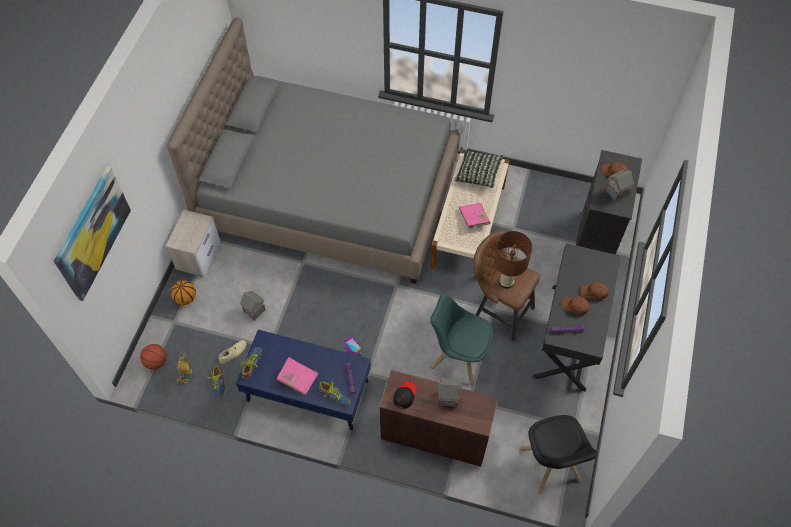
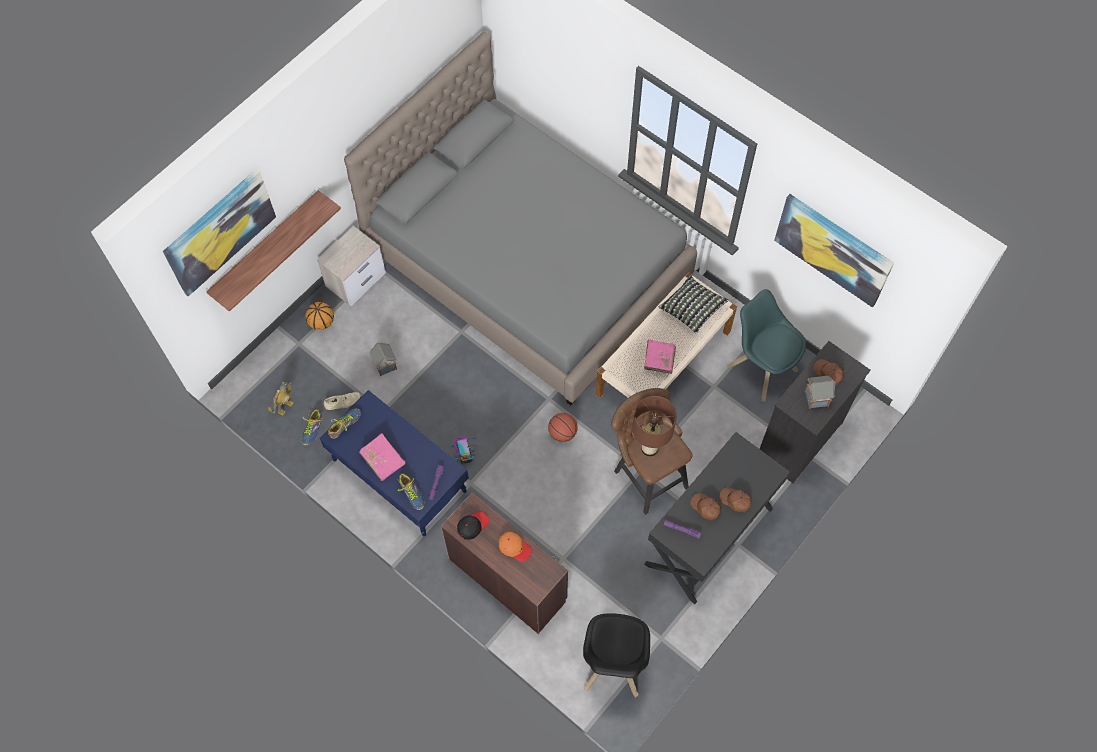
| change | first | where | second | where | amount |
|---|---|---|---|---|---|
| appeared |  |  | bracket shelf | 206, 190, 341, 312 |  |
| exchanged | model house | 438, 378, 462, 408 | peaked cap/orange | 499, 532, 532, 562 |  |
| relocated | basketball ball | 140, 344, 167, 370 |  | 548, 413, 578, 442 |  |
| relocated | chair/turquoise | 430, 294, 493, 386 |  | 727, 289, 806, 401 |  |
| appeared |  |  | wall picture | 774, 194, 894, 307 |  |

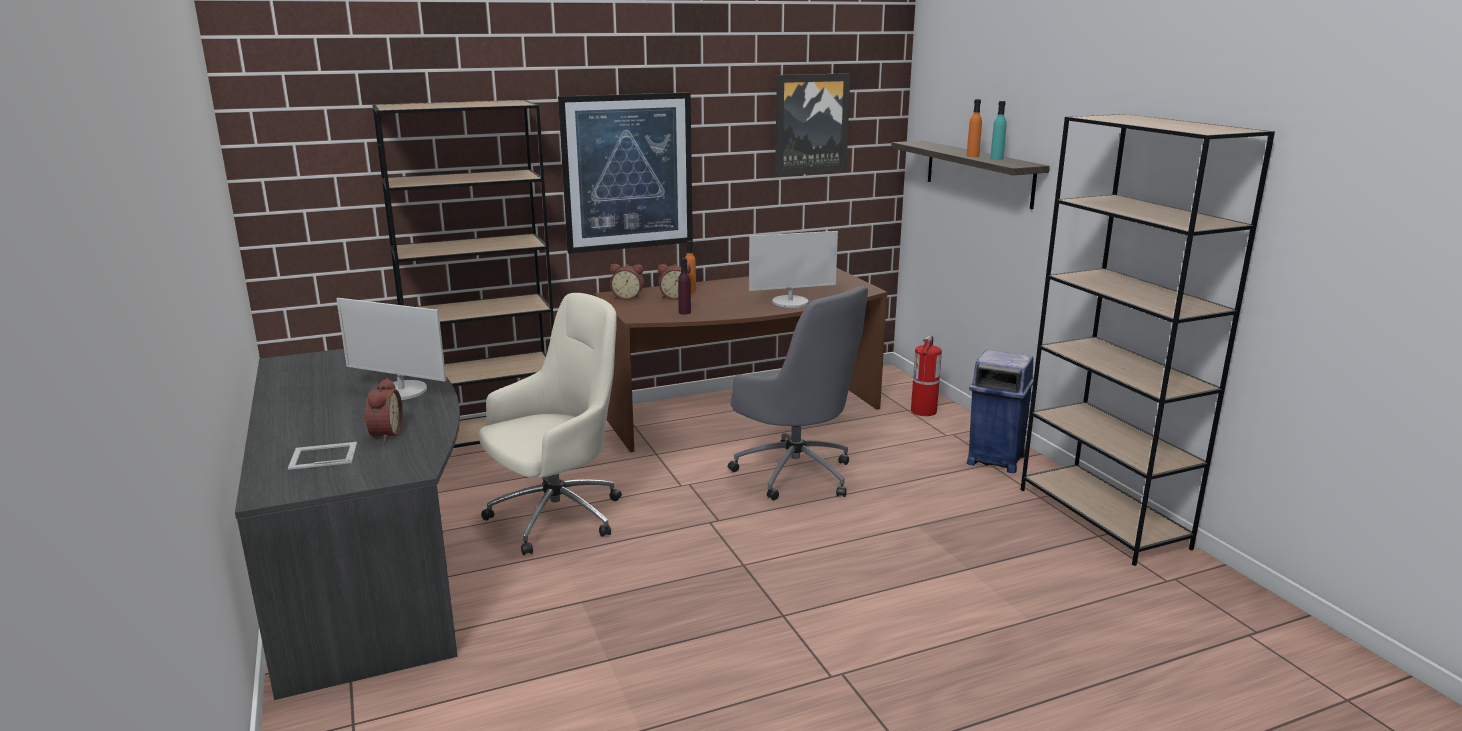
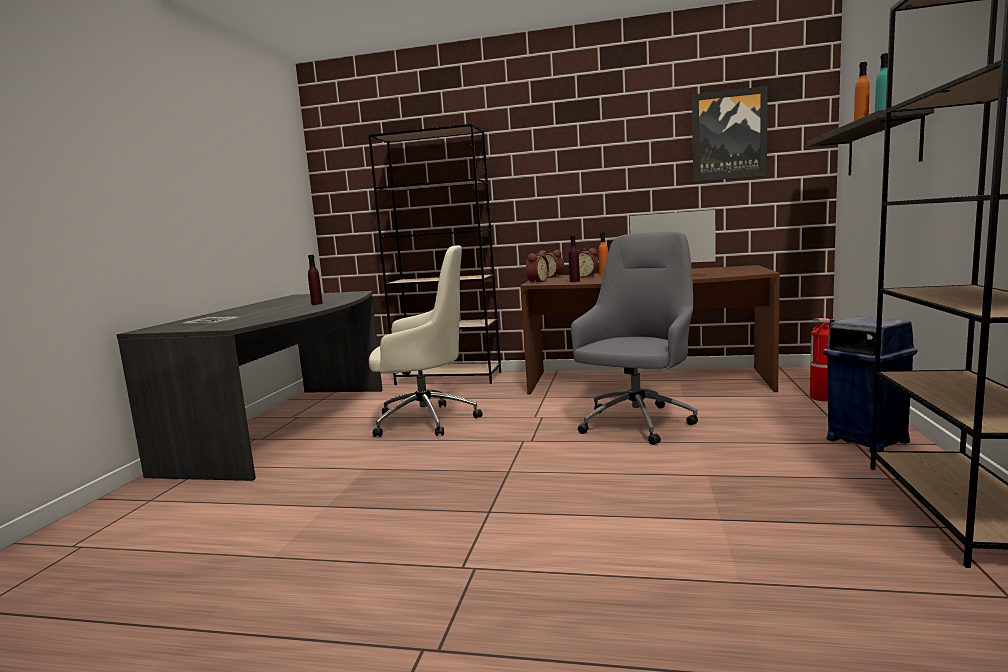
| change | first | where | second | where | amount |
|---|---|---|---|---|---|
| exchanged | computer screen | 336, 298, 446, 400 | bottle/purplish | 308, 255, 323, 305 |  |
| relocated | bedside clock | 363, 378, 403, 442 |  | 526, 252, 549, 283 |  |
| spun | desk chair/greyish | 728, 286, 868, 500 |  | 571, 232, 698, 445 | 135 degrees counterclockwise |
| missing | wall picture | 558, 92, 693, 254 |  |  |  |

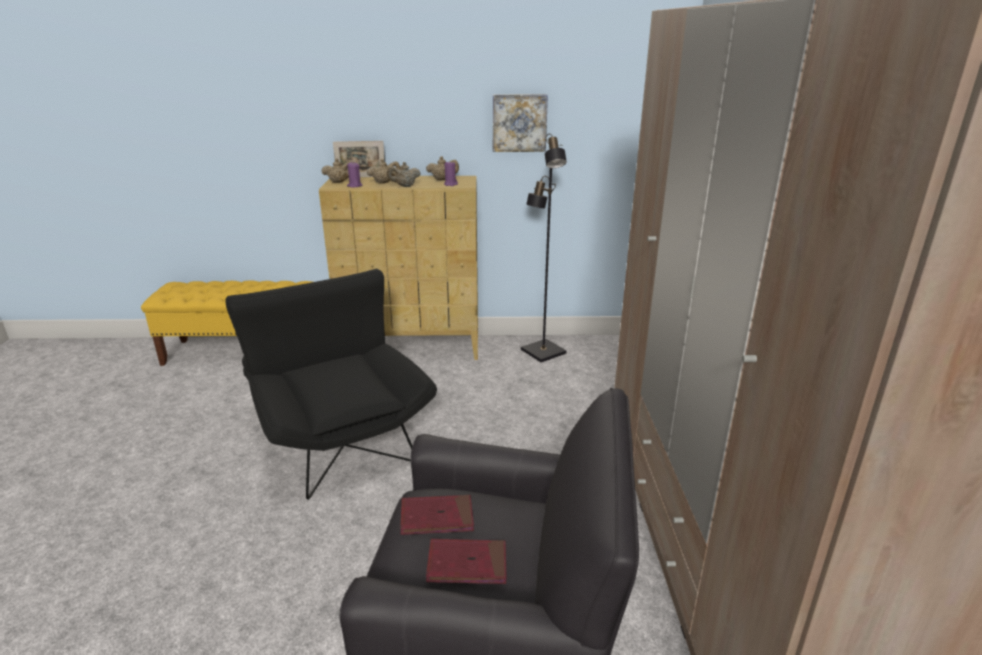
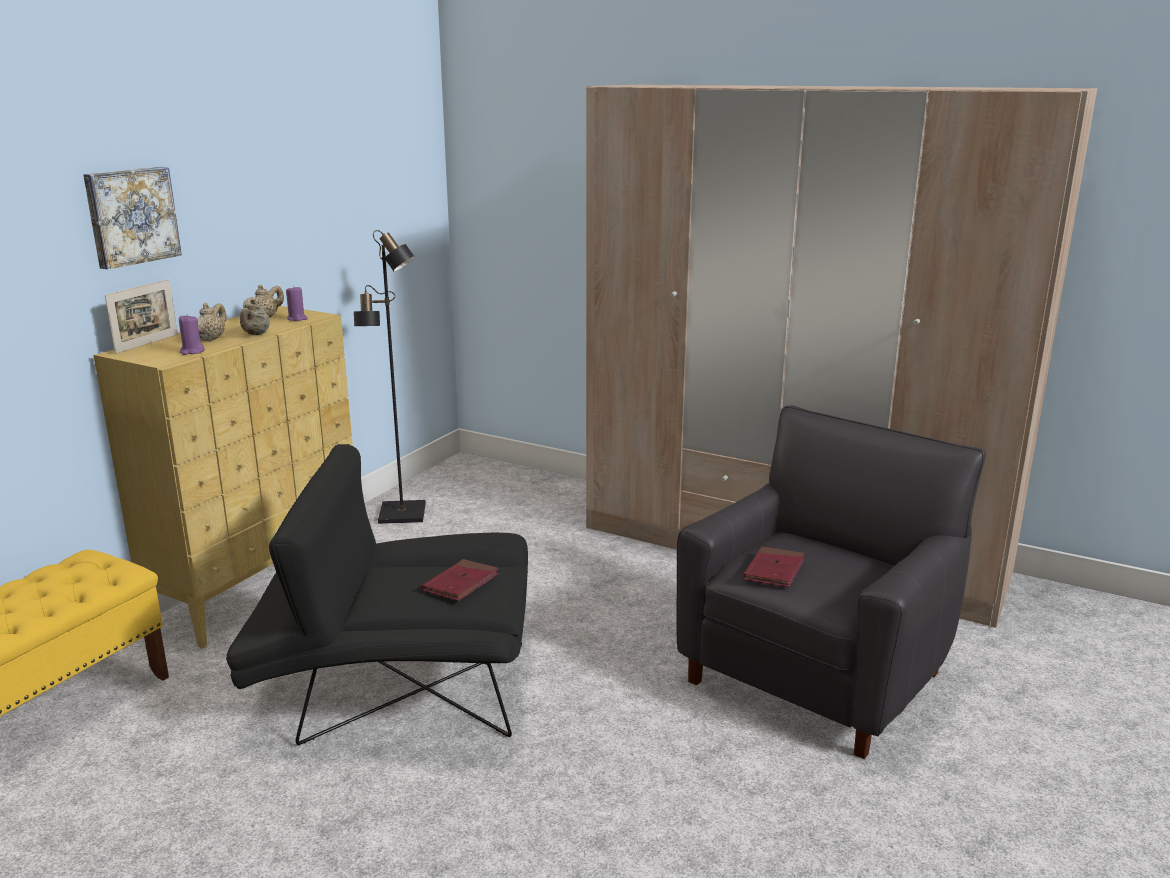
| change | first | where | second | where | amount |
|---|---|---|---|---|---|
| relocated | wall picture | 493, 94, 548, 152 |  | 83, 167, 182, 269 |  |
| relocated | bound book/red | 426, 539, 507, 584 |  | 422, 559, 499, 601 |  |
| missing | teapot/beige-coloured | 321, 158, 351, 183 |  |  |  |

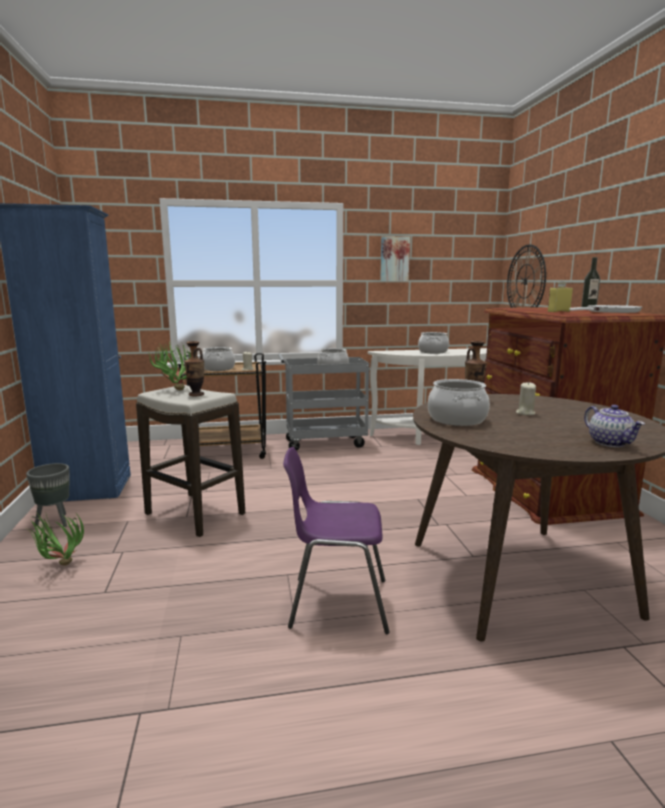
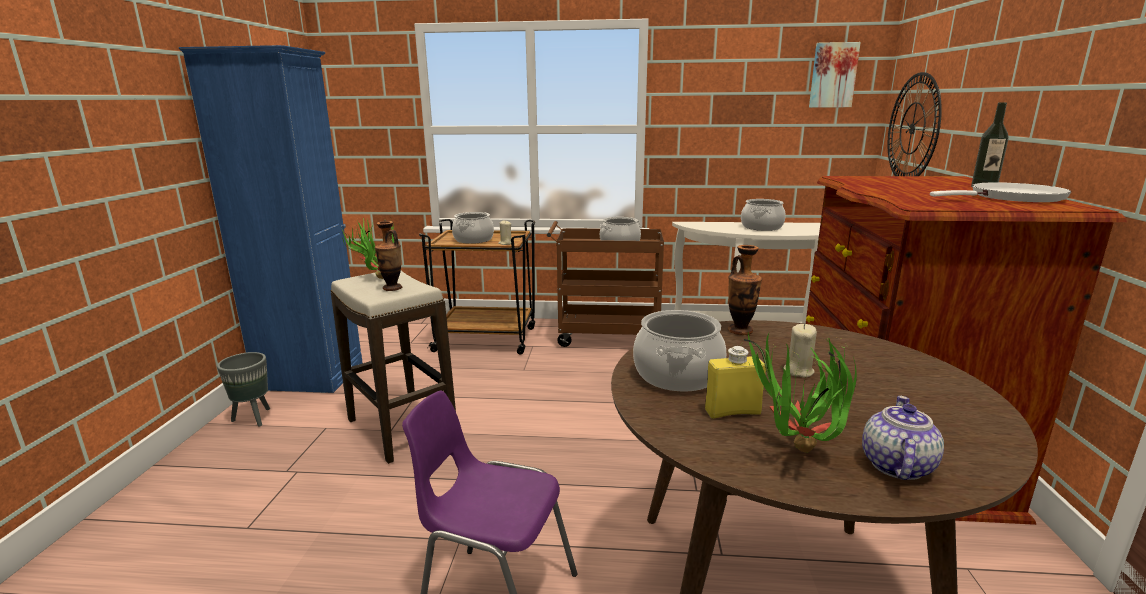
| change | first | where | second | where | amount |
|---|---|---|---|---|---|
| colour | cart/greyish | 278, 353, 369, 451 | cart/brown-coloured | 547, 221, 664, 347 |  |
| relocated | bottle/yellowish | 548, 281, 573, 312 |  | 705, 346, 766, 418 |  |
| relocated | houseplant | 25, 512, 84, 565 |  | 741, 333, 857, 453 |  |
| relocated | wall picture | 380, 236, 410, 281 |  | 809, 42, 861, 108 |  |
| spun | teapot | 584, 405, 645, 447 |  | 862, 396, 944, 480 | 150 degrees counterclockwise |

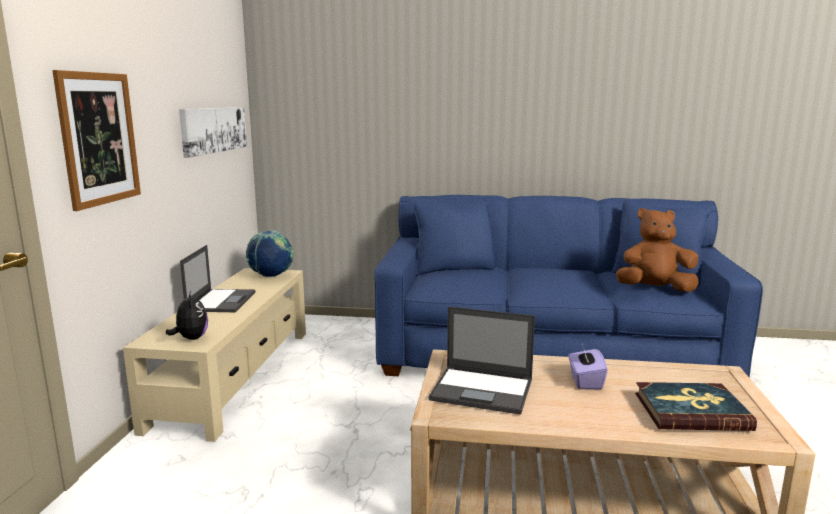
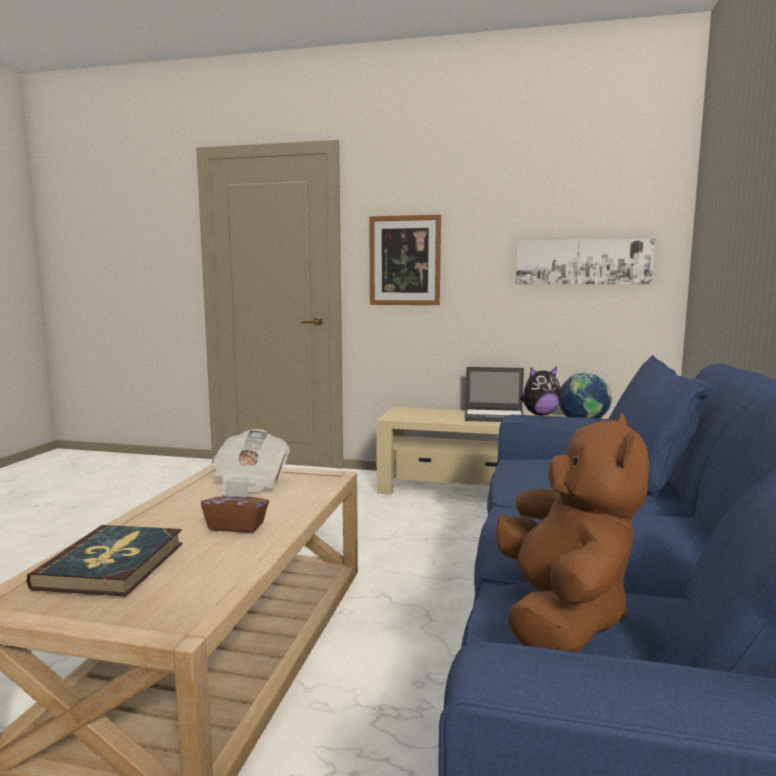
| change | first | where | second | where | amount |
|---|---|---|---|---|---|
| colour | tissue box/purplish | 568, 344, 608, 390 | tissue box/brown-coloured | 201, 480, 269, 533 |  |
| exchanged | laptop | 428, 306, 535, 415 | newspaper | 212, 429, 290, 495 |  |
| relocated | cuddly toy | 166, 291, 208, 340 |  | 520, 367, 561, 416 |  |

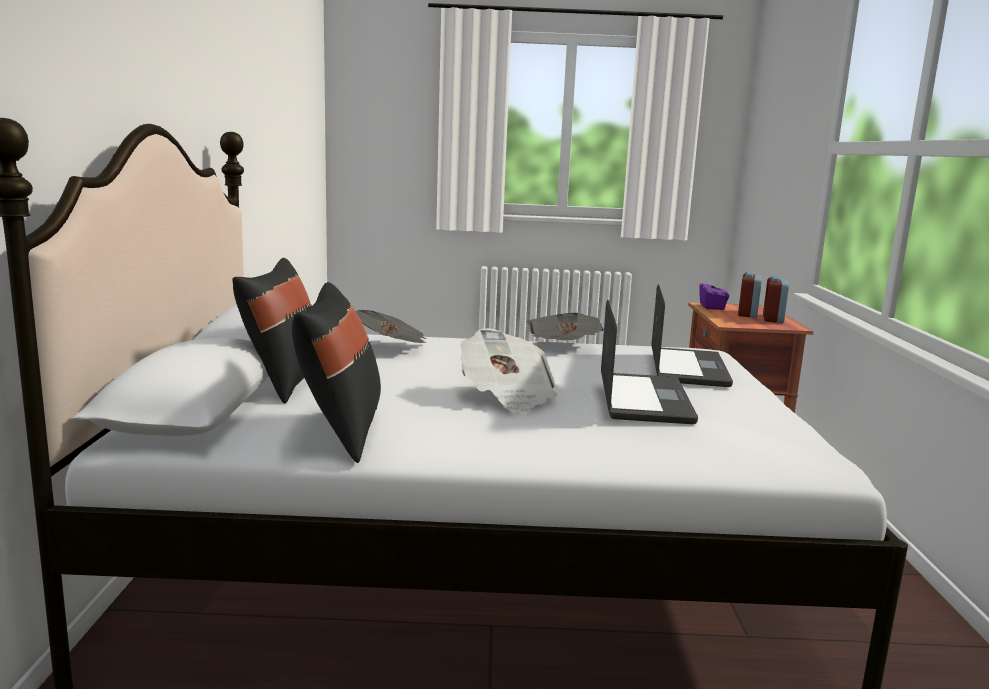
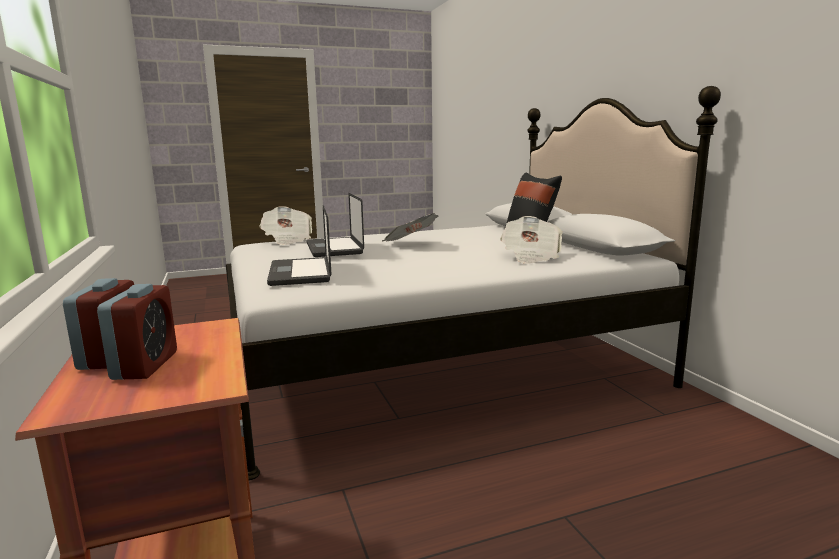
| change | first | where | second | where | amount |
|---|---|---|---|---|---|
| relocated | newspaper | 527, 313, 604, 340 |  | 259, 206, 312, 245 |  |
| missing | cushion/blackish | 292, 282, 381, 463 |  |  |  |
| missing | tissue box/purplish | 699, 278, 729, 310 |  |  |  |

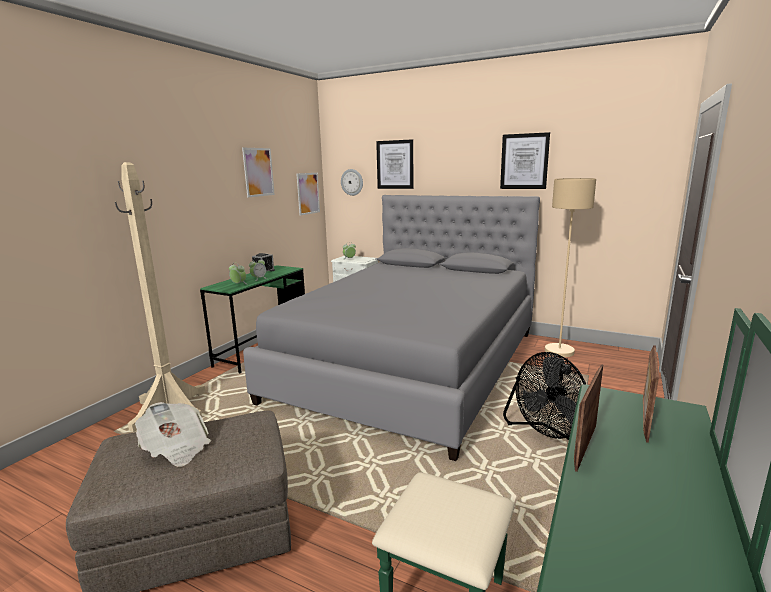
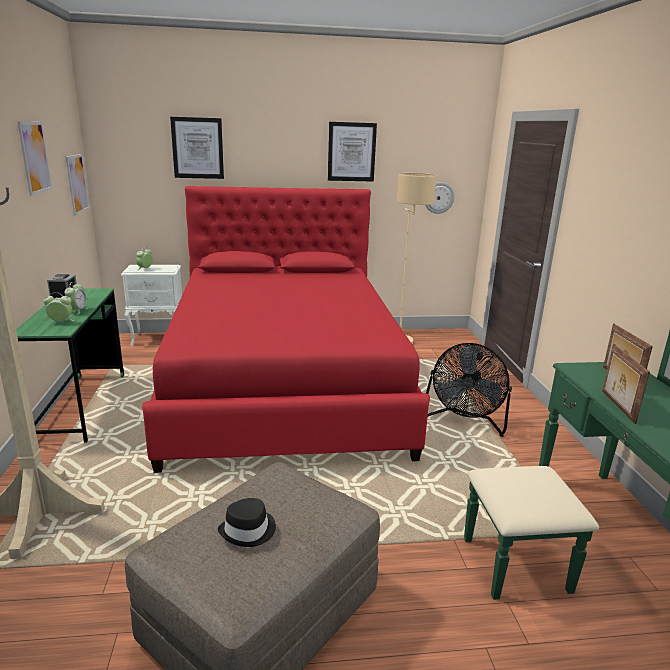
| change | first | where | second | where | amount |
|---|---|---|---|---|---|
| colour | sleeping bed/greyish | 243, 195, 540, 461 | sleeping bed/red | 142, 186, 430, 473 |  |
| exchanged | newspaper | 135, 402, 211, 467 | hat/blackish | 218, 498, 276, 547 |  |
| relocated | clock on the wall | 341, 169, 363, 196 |  | 425, 182, 455, 214 |  |

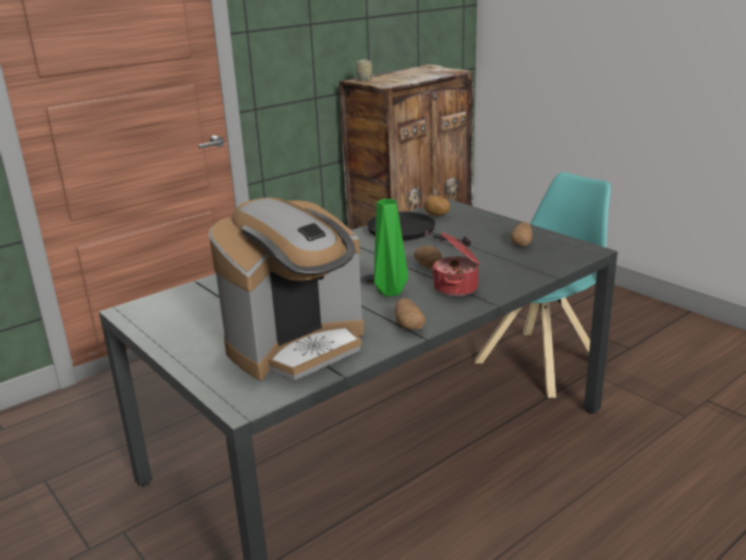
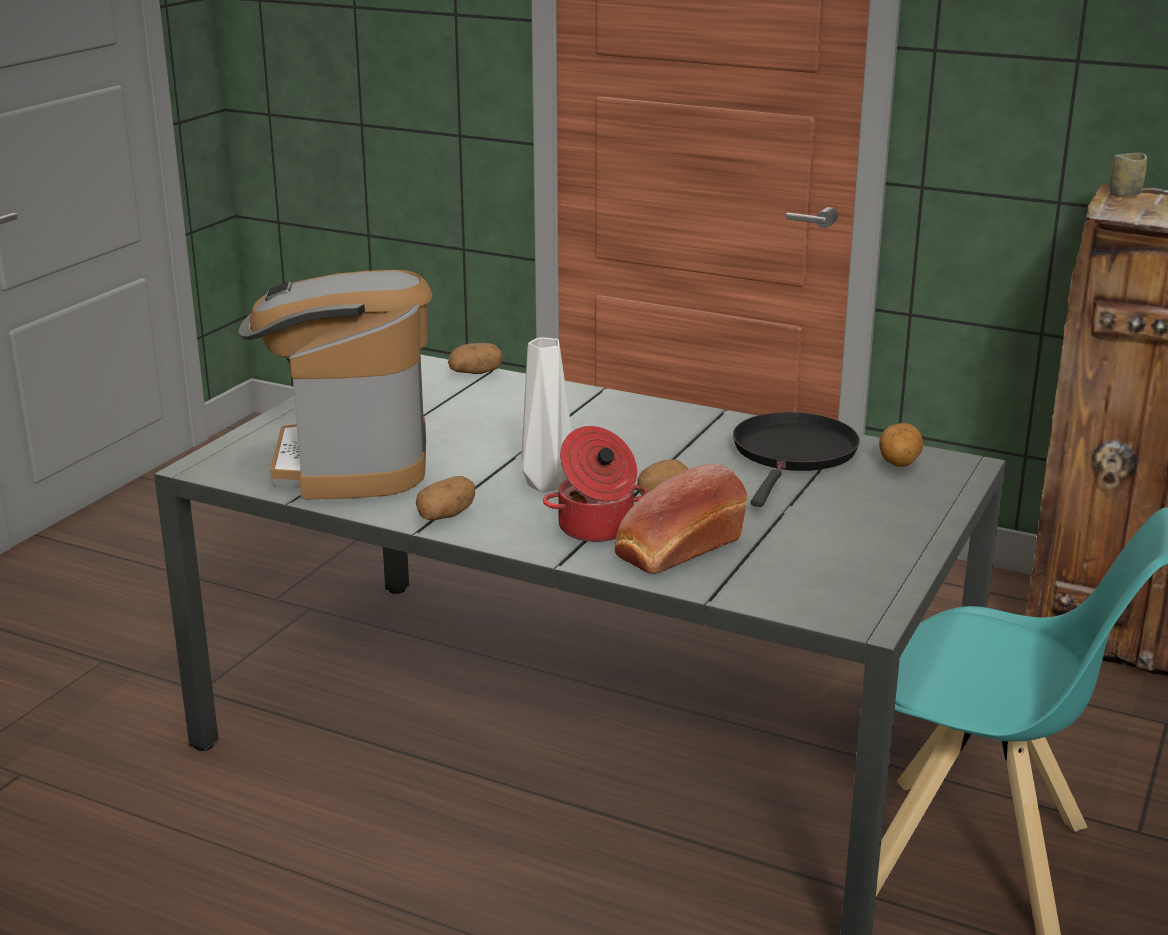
| change | first | where | second | where | amount |
|---|---|---|---|---|---|
| spun | coffee machine | 209, 198, 364, 381 |  | 238, 270, 432, 499 | 60 degrees clockwise |
| relocated | potato | 511, 222, 533, 247 |  | 448, 343, 503, 374 |  |
| colour | vase/green-coloured | 374, 199, 408, 297 | vase/greyish | 522, 337, 572, 492 |  |
| appeared |  |  | bakery bread | 614, 463, 747, 574 |  |

